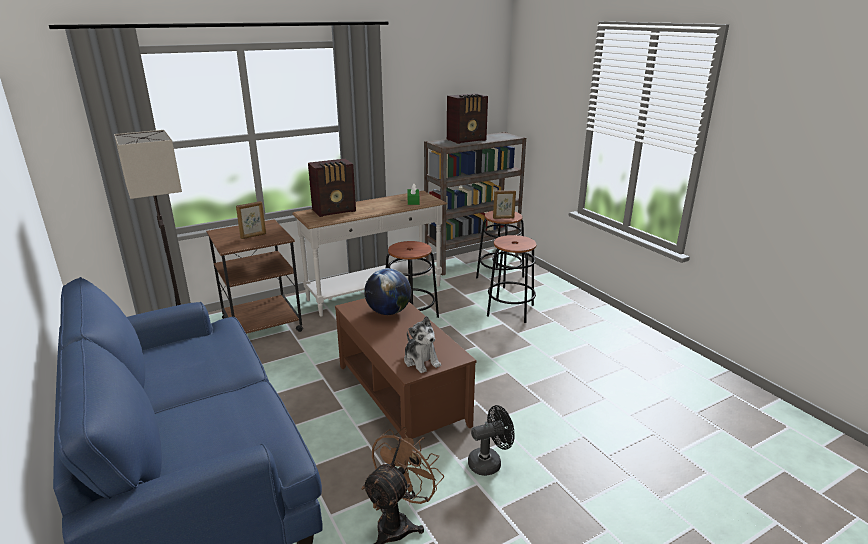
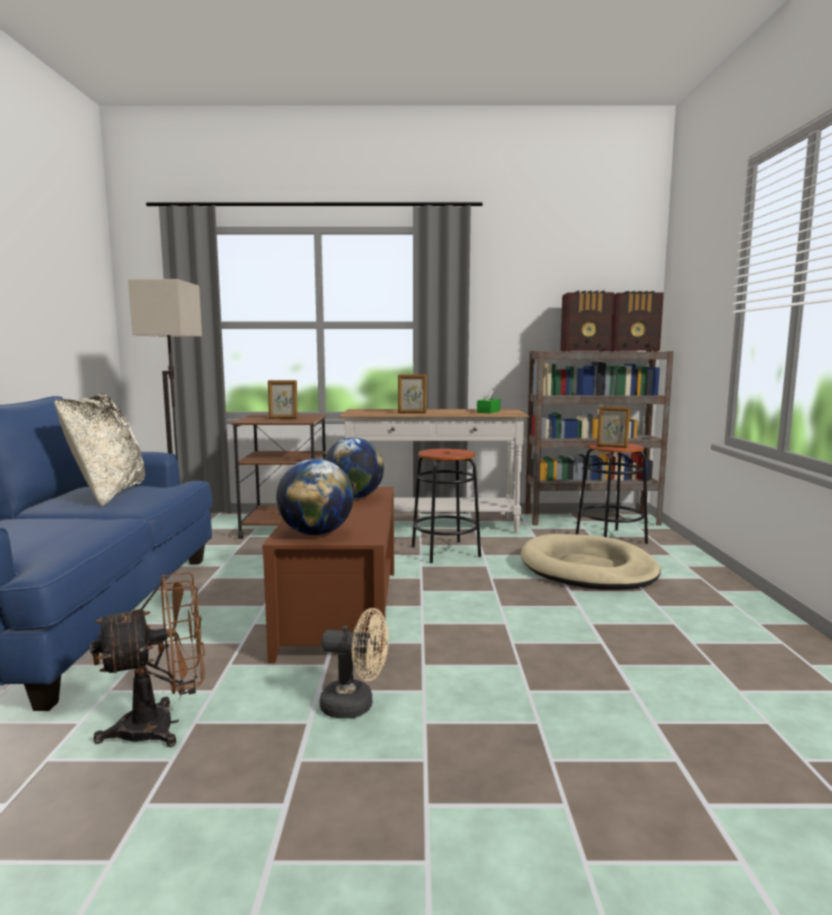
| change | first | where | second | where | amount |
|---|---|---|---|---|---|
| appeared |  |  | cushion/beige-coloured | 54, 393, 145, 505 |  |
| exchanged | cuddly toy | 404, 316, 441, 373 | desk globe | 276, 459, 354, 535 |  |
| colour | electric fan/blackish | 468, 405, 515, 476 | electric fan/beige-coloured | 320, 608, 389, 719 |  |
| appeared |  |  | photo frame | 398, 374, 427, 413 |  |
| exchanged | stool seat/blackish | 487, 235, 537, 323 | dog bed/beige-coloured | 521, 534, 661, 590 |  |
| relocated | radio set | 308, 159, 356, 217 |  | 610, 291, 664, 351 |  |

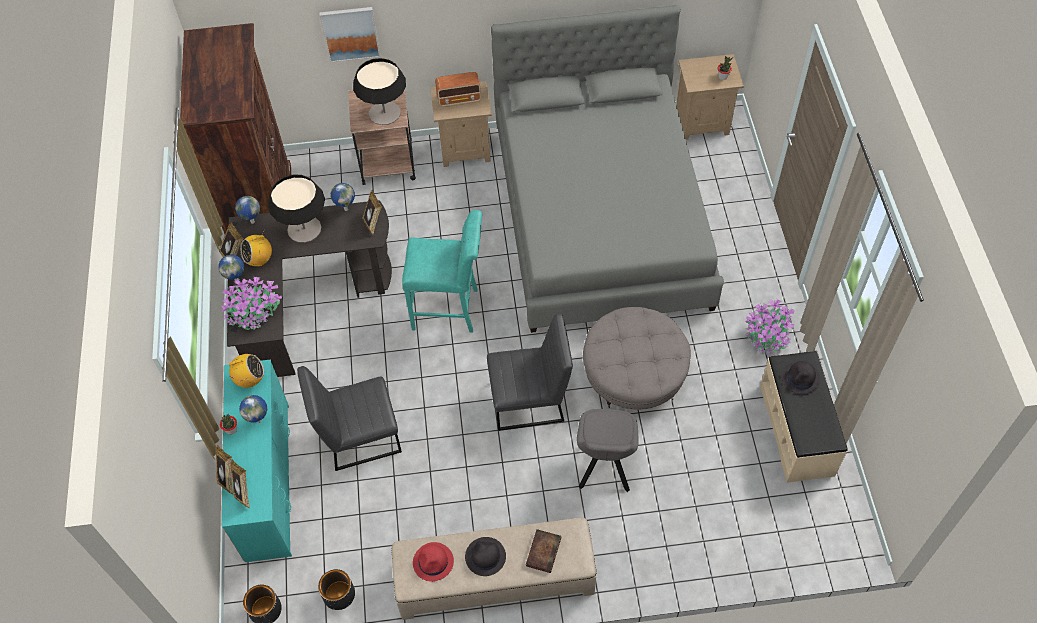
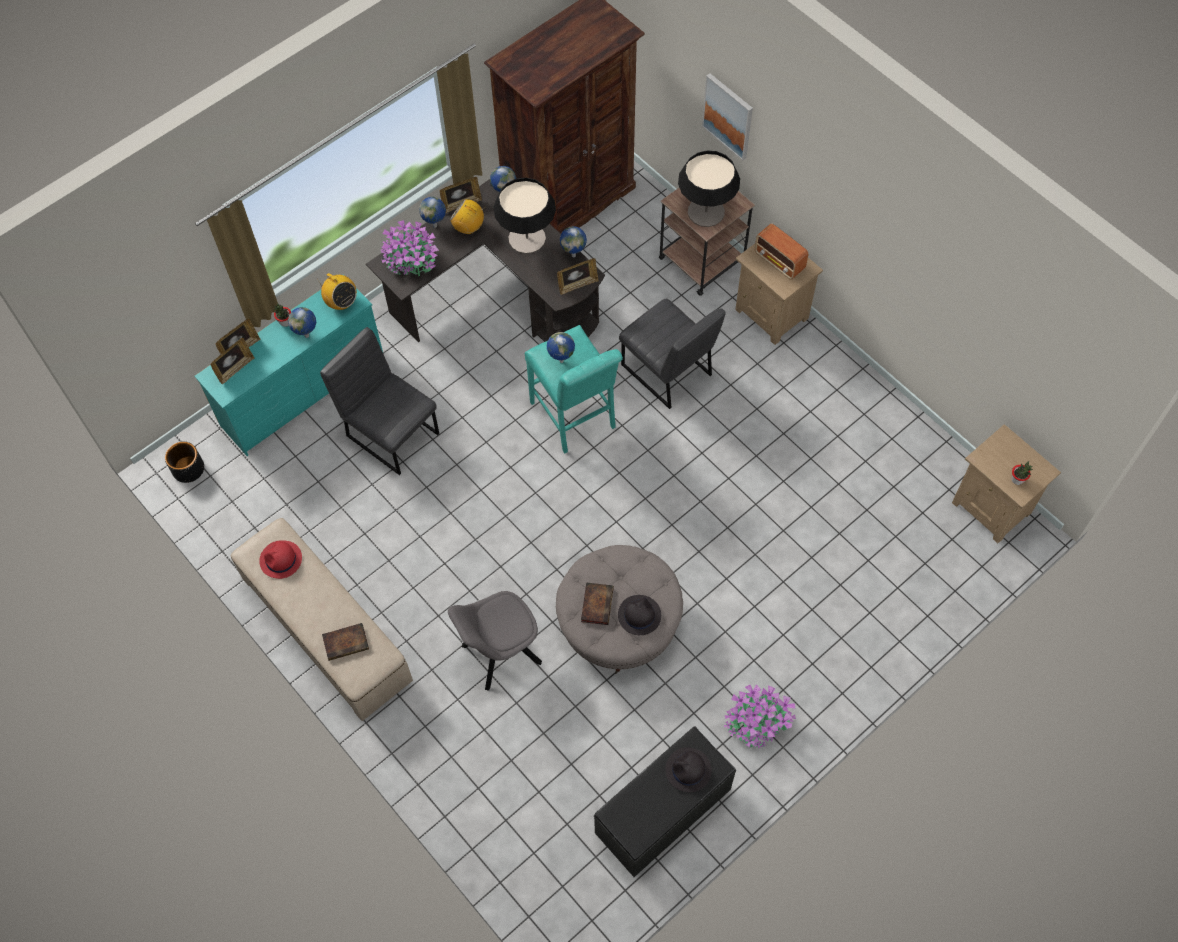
| change | first | where | second | where | amount |
|---|---|---|---|---|---|
| appeared |  |  | desk globe | 547, 332, 575, 363 |  |
| appeared |  |  | bound book | 581, 582, 614, 625 |  |
| colour | bench/beige-coloured | 760, 351, 848, 483 | bench/blackish | 594, 726, 736, 877 |  |
| relocated | hat/blackish | 465, 537, 506, 576 |  | 618, 595, 661, 635 |  |
| relocated | chair/greyish | 487, 313, 573, 431 |  | 619, 299, 726, 409 |  |
| missing | plant pot/blackish | 318, 569, 355, 610 |  |  |  |
| missing | sleeping bed/greyish | 491, 5, 724, 333 |  |  |  |

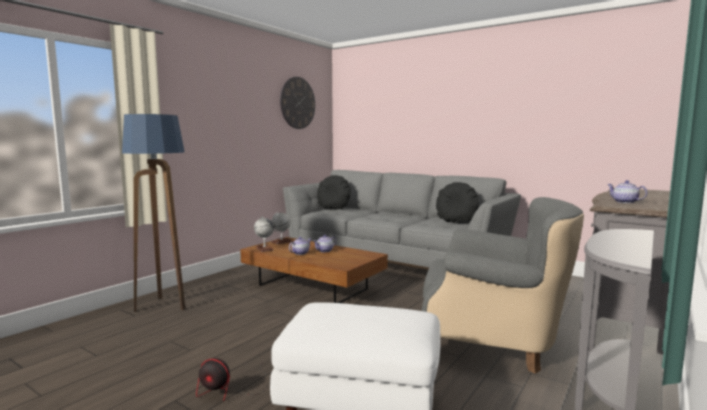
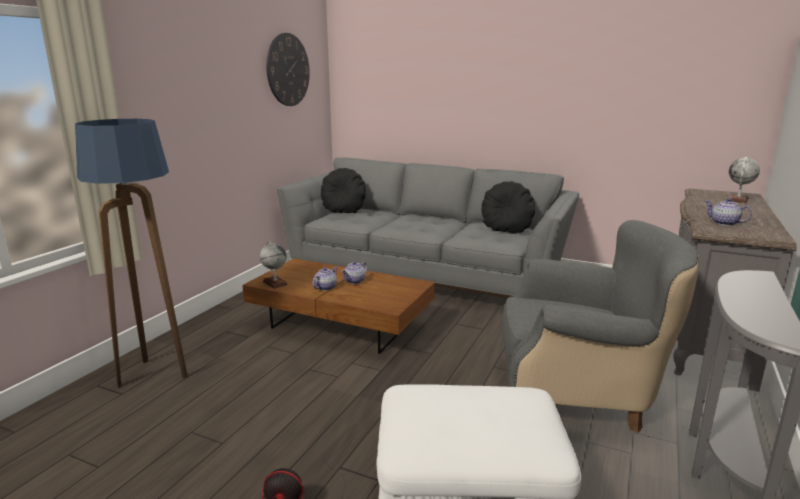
| change | first | where | second | where | amount |
|---|---|---|---|---|---|
| relocated | desk globe | 271, 212, 292, 245 |  | 729, 157, 760, 203 |  |

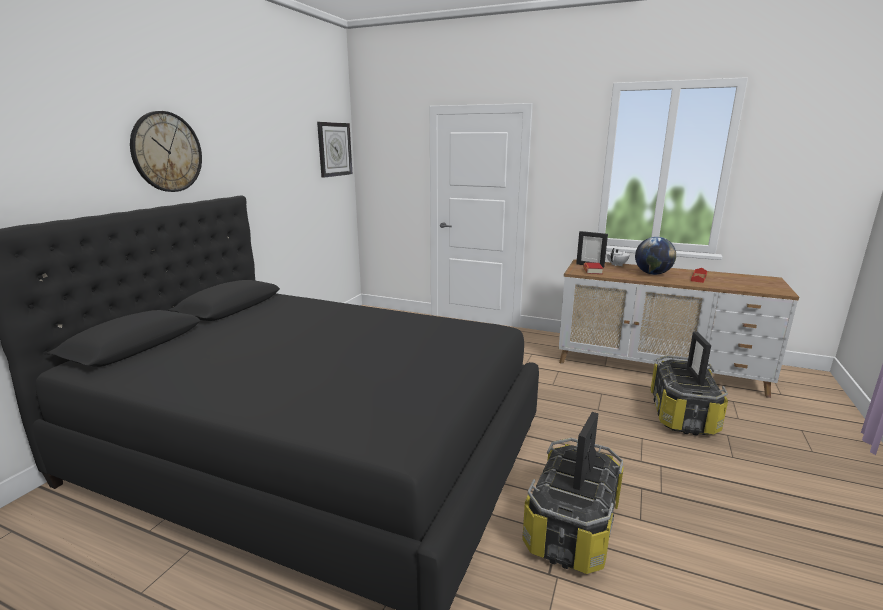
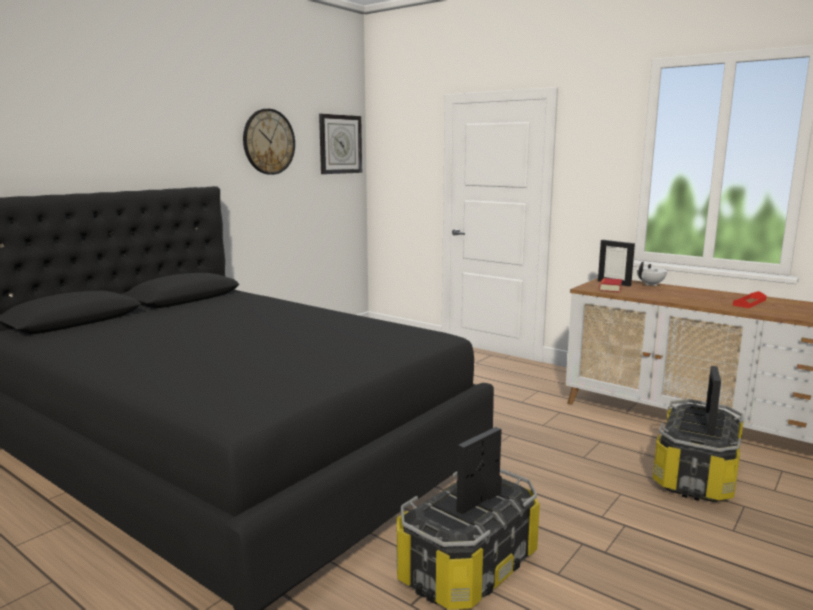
| change | first | where | second | where | amount |
|---|---|---|---|---|---|
| relocated | clock on the wall | 130, 111, 202, 192 |  | 243, 109, 295, 175 |  |
| missing | desk globe | 635, 237, 676, 275 |  |  |  |

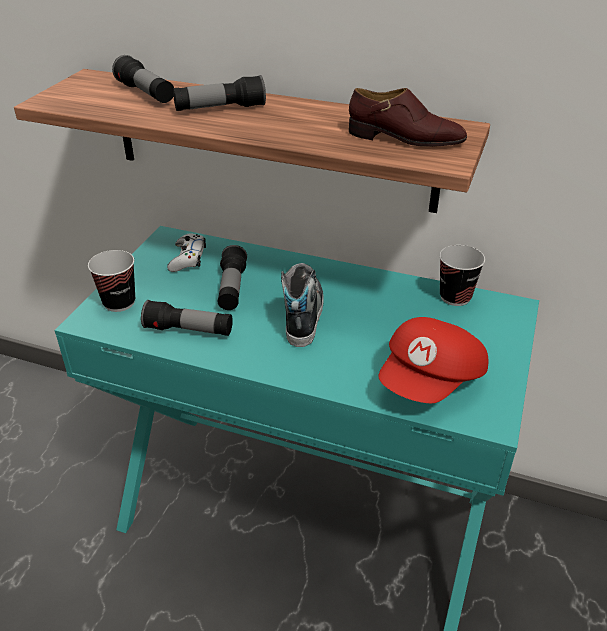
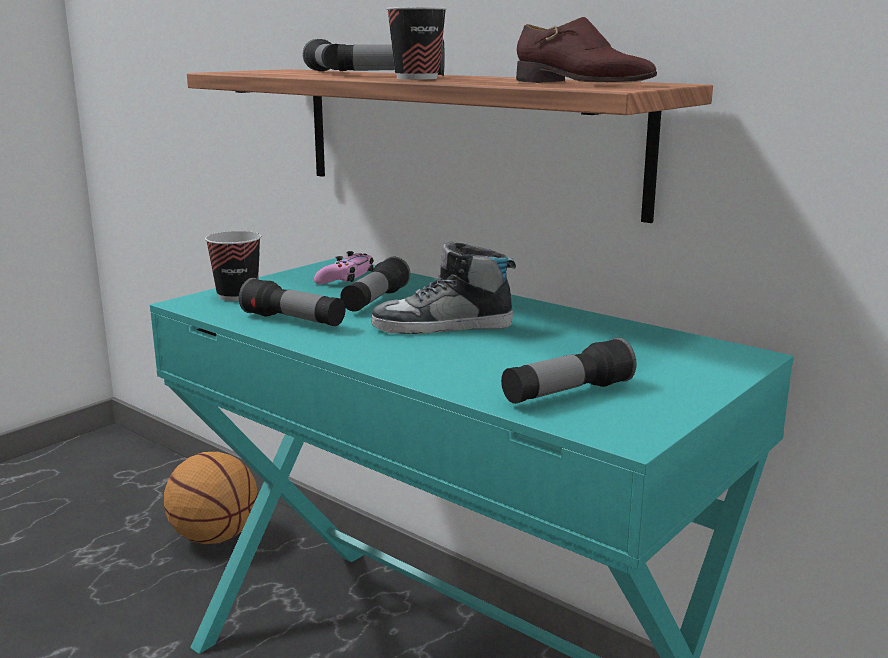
| change | first | where | second | where | amount |
|---|---|---|---|---|---|
| appeared |  |  | basketball ball | 164, 452, 258, 544 |  |
| colour | gamepad/whitish | 167, 234, 206, 272 | gamepad/pink | 314, 251, 374, 284 |  |
| spun | low shoe | 281, 263, 324, 347 |  | 371, 241, 516, 334 | 120 degrees counterclockwise |
| relocated | drinking cup | 439, 245, 485, 306 |  | 386, 7, 447, 80 |  |
| exchanged | peaked cap/red | 378, 317, 488, 403 | torch | 501, 337, 636, 404 |  |

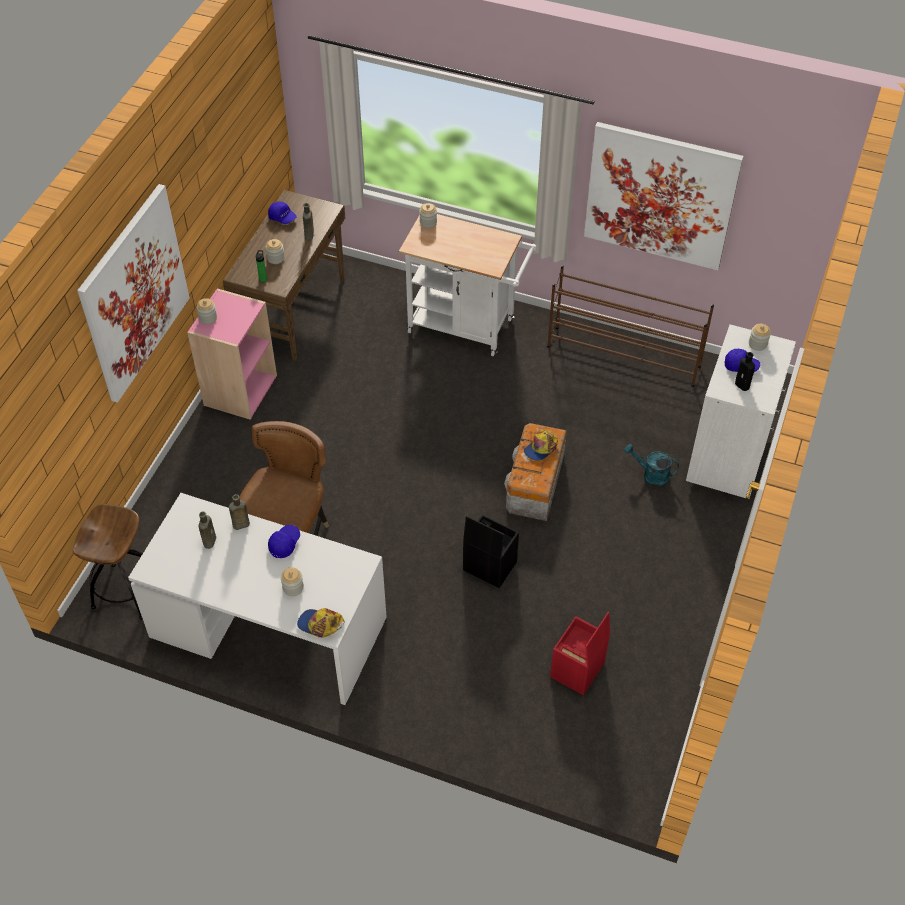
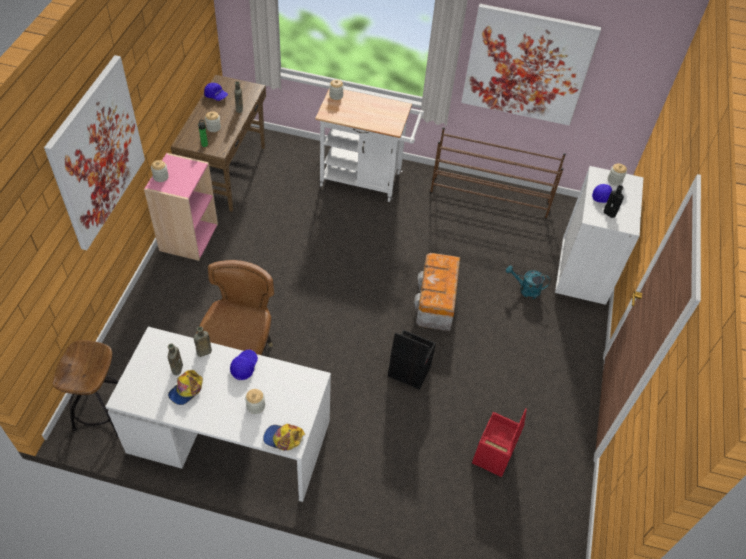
| change | first | where | second | where | amount |
|---|---|---|---|---|---|
| relocated | peaked cap | 524, 430, 558, 461 |  | 168, 370, 203, 405 |  |

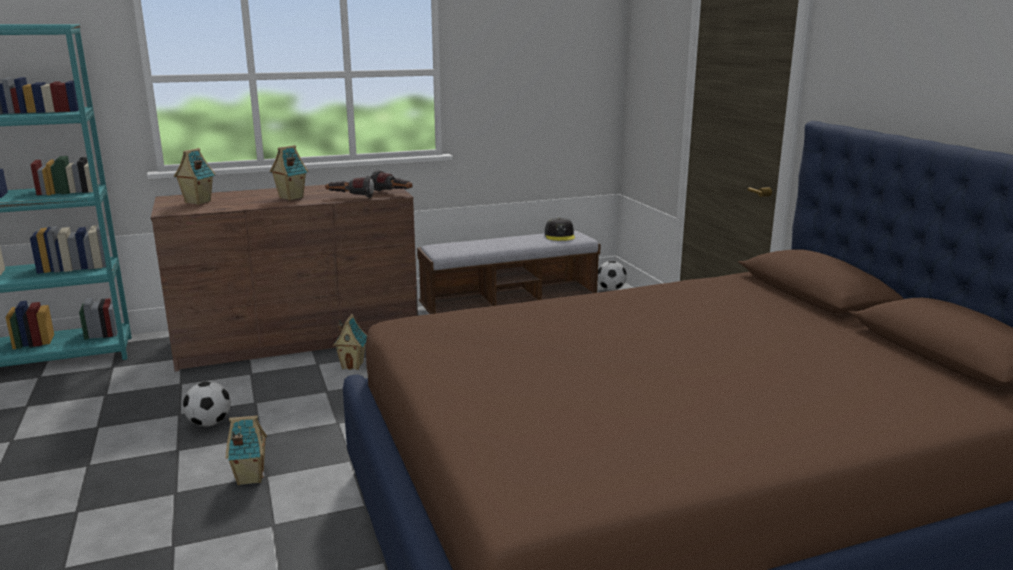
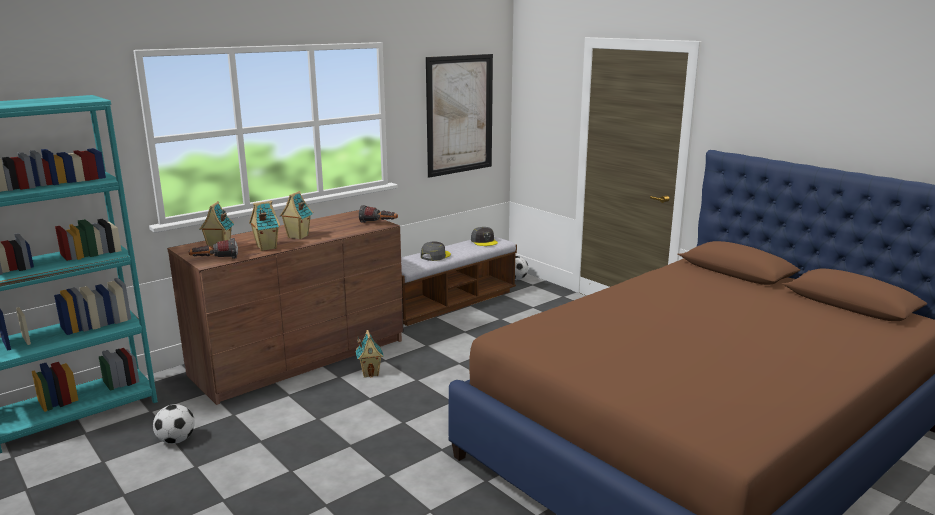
| change | first | where | second | where | amount |
|---|---|---|---|---|---|
| relocated | football ball | 183, 381, 231, 426 |  | 153, 404, 195, 444 |  |
| relocated | torch | 325, 176, 374, 198 |  | 189, 238, 238, 259 |  |
| relocated | model house | 226, 416, 267, 485 |  | 249, 201, 280, 251 |  |
| appeared |  |  | peaked cap/greyish | 421, 241, 451, 261 |  |
| appeared |  |  | wall picture | 426, 54, 493, 178 |  |

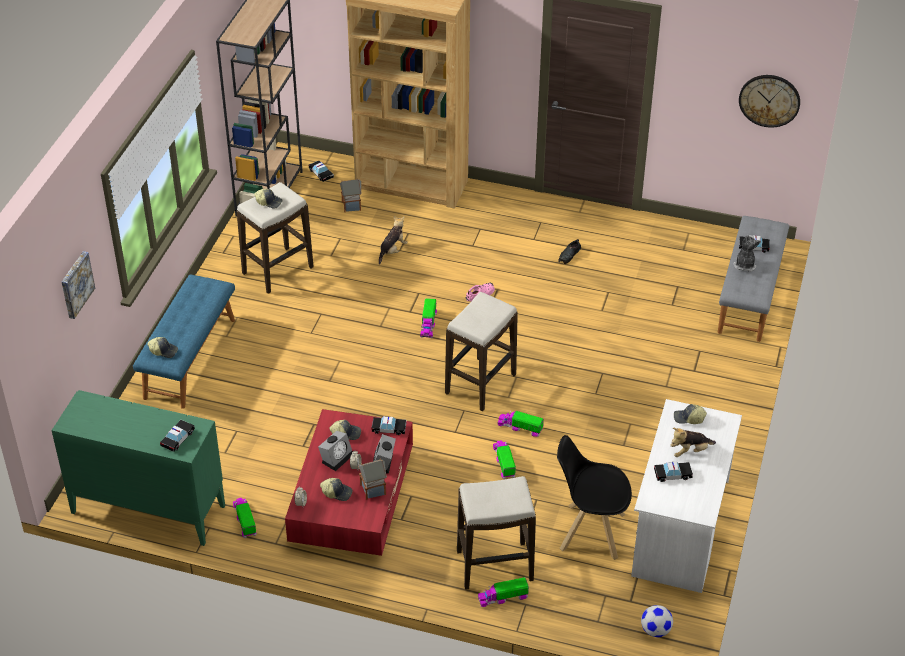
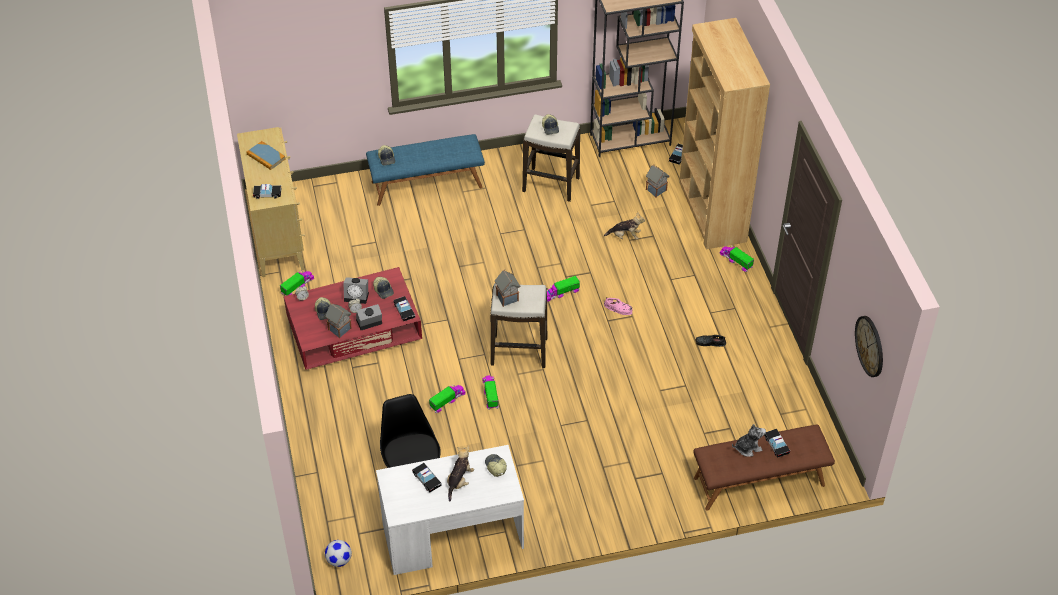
| change | first | where | second | where | amount |
|---|---|---|---|---|---|
| colour | drawer chest/green-coloured | 51, 390, 225, 546 | drawer chest/beige-coloured | 237, 127, 305, 277 |  |
| appeared |  |  | bound book | 246, 141, 285, 170 |  |
| spun | cuddly toy | 670, 428, 716, 457 |  | 447, 446, 474, 501 | 75 degrees clockwise |
| appeared |  |  | model house | 495, 270, 520, 307 |  |
| colour | bench/greyish | 718, 216, 789, 342 | bench/brown-coloured | 694, 424, 835, 511 |  |
| relocated | toy truck | 478, 577, 529, 607 |  | 719, 246, 754, 272 |  |
| missing | wall picture | 62, 251, 95, 319 |  |  |  |
| missing | stool seat | 457, 476, 536, 590 |  |  |  |

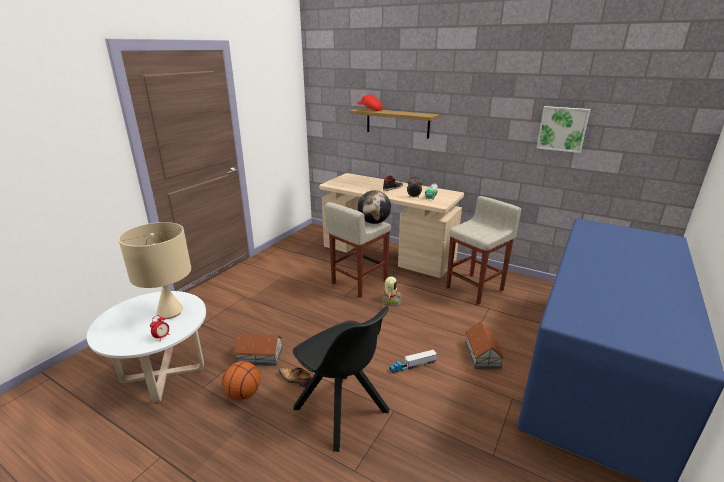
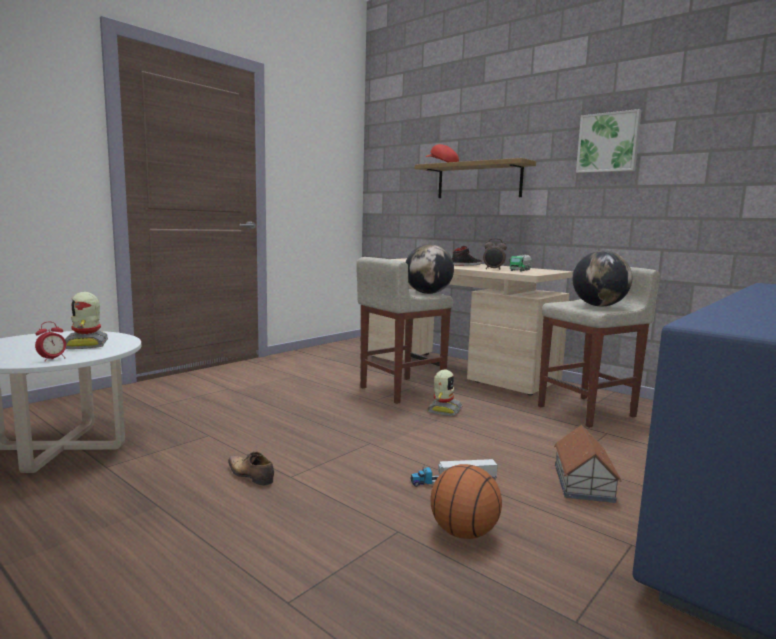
| change | first | where | second | where | amount |
|---|---|---|---|---|---|
| exchanged | tabletop lamp/beige-coloured | 118, 222, 191, 319 | toy robot | 65, 292, 108, 349 |  |
| relocated | basketball ball | 222, 361, 260, 400 |  | 431, 464, 502, 539 |  |
| appeared |  |  | desk globe | 573, 251, 632, 307 |  |
| relocated | wall picture | 537, 106, 590, 153 |  | 576, 109, 642, 173 |  |
| missing | model house | 233, 333, 283, 366 |  |  |  |
| missing | chair/blackish | 293, 306, 389, 452 |  |  |  |

